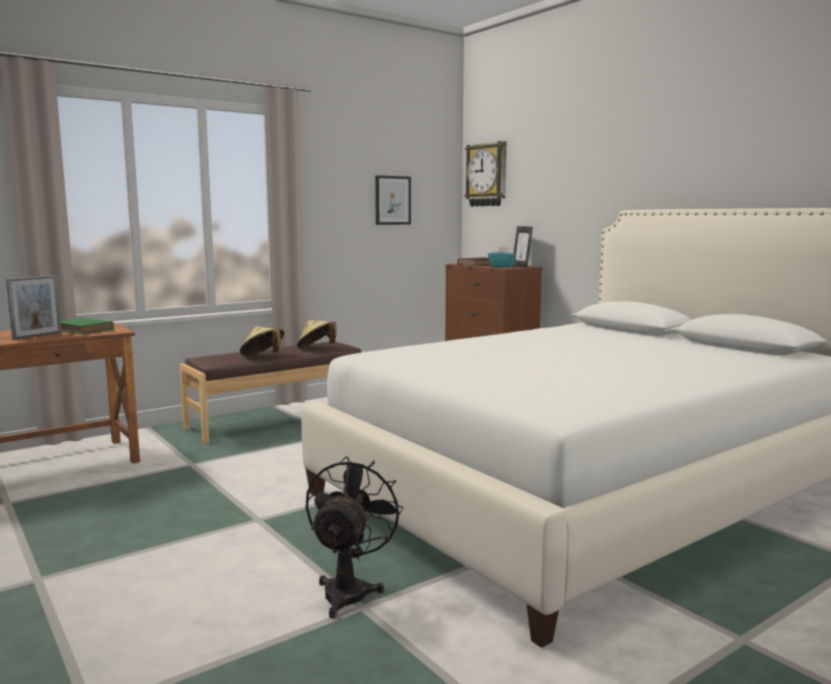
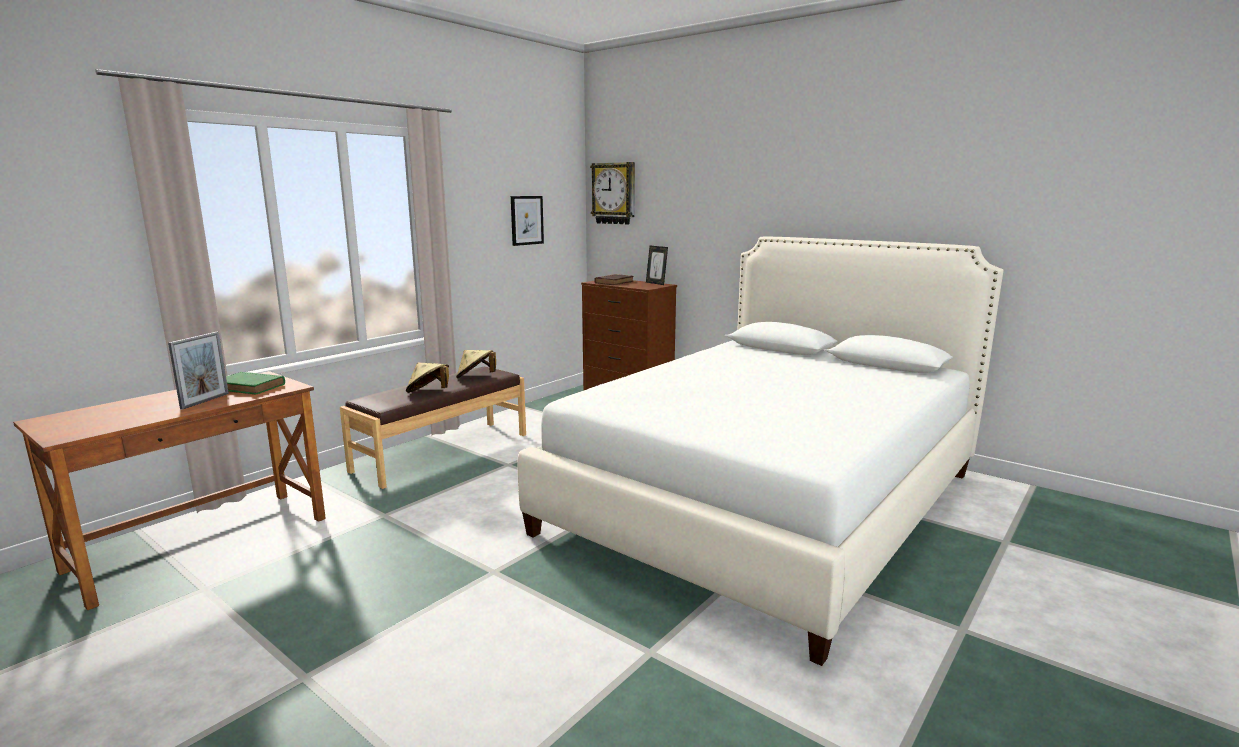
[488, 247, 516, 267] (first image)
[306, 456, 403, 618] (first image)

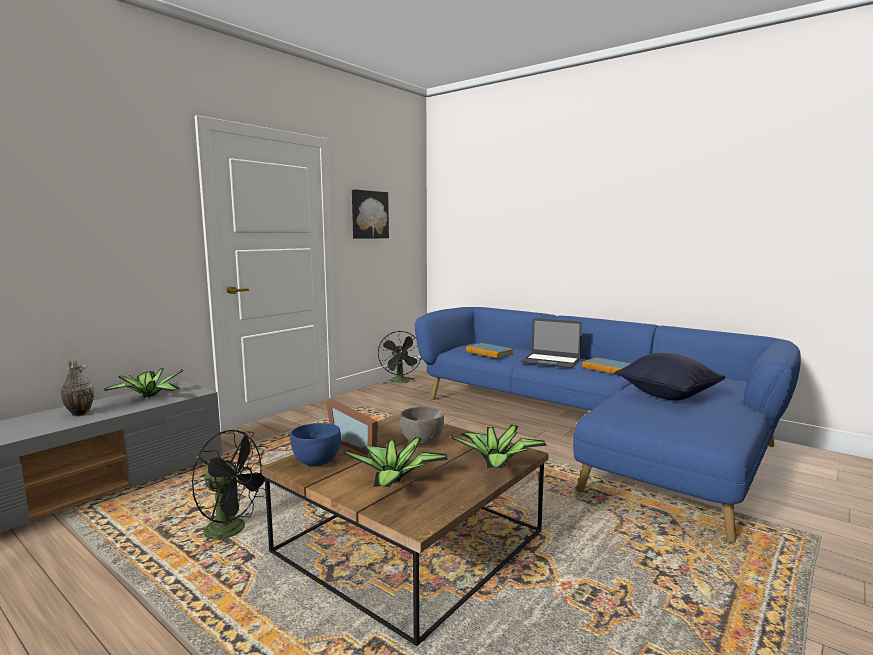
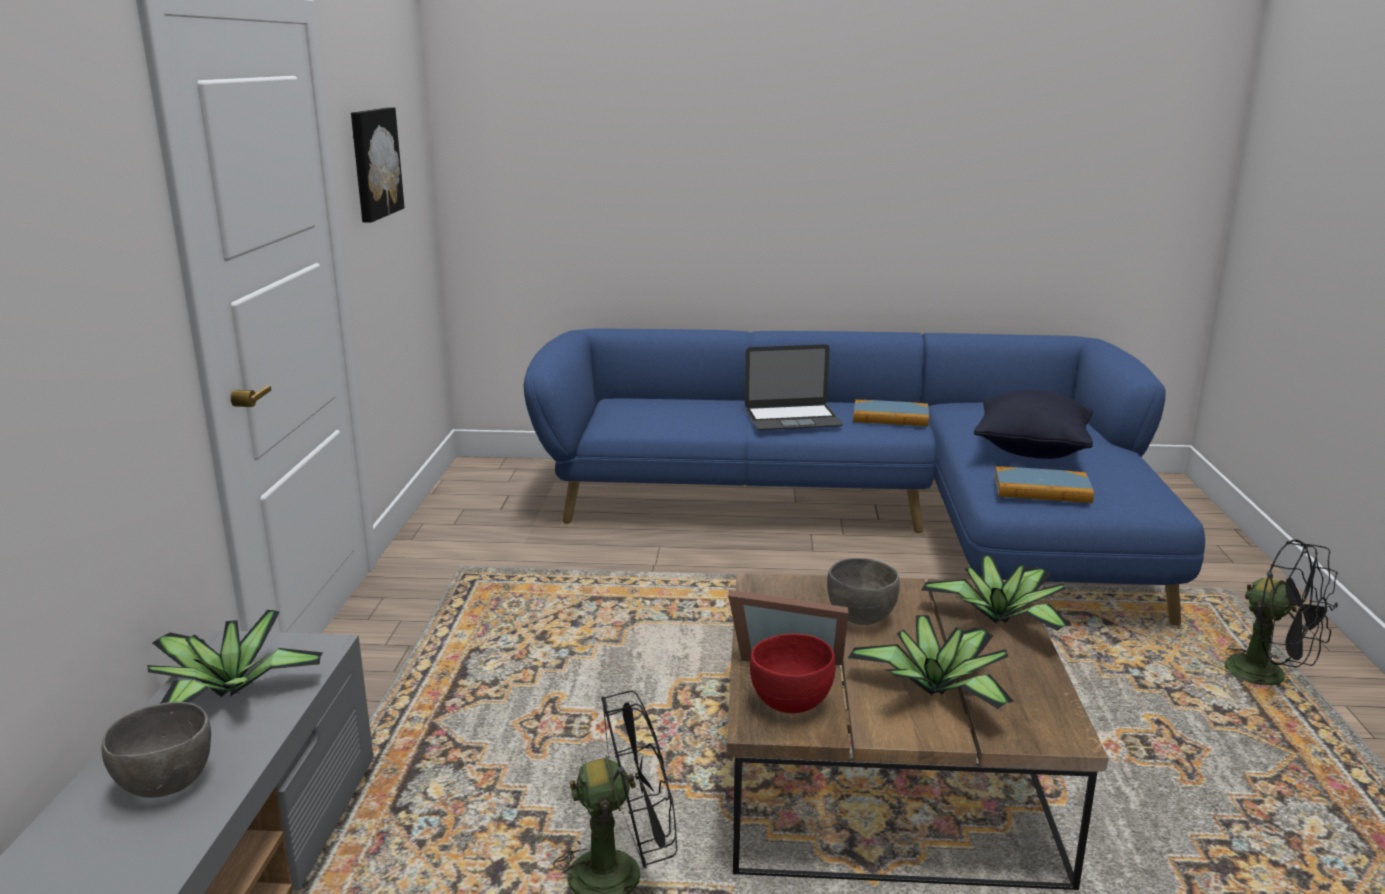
[1225, 539, 1338, 685]
[995, 466, 1094, 503]
[102, 702, 211, 798]
[750, 634, 836, 713]

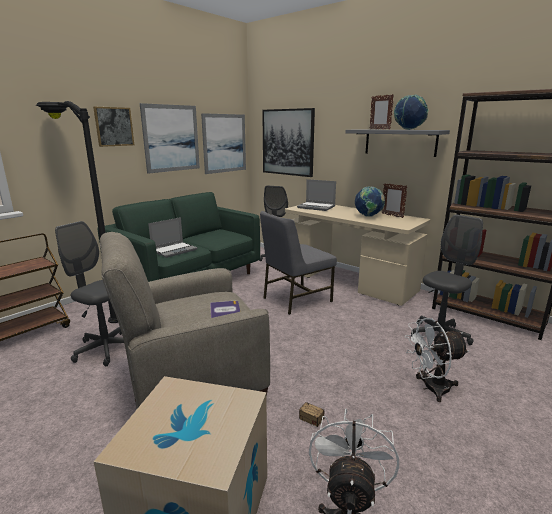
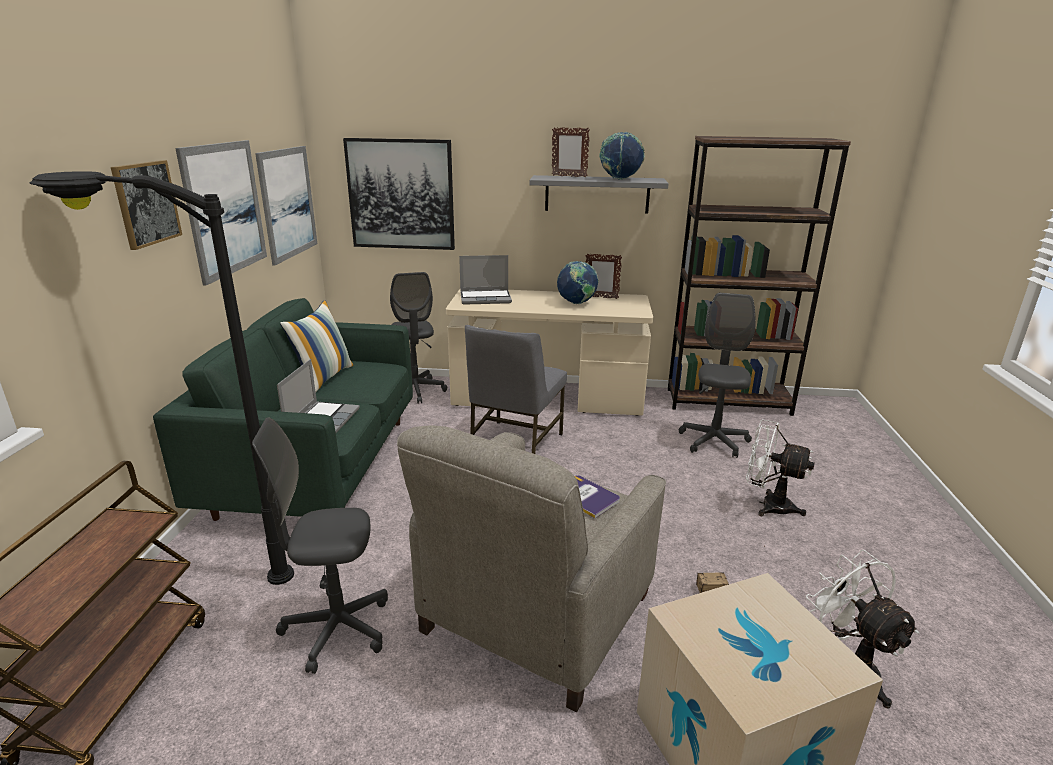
[746, 419, 815, 517]
[280, 300, 354, 392]

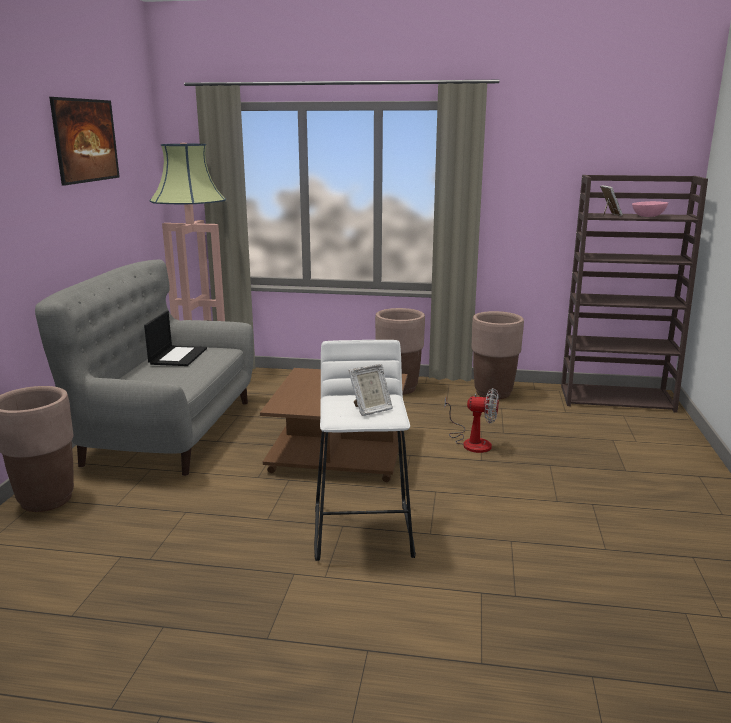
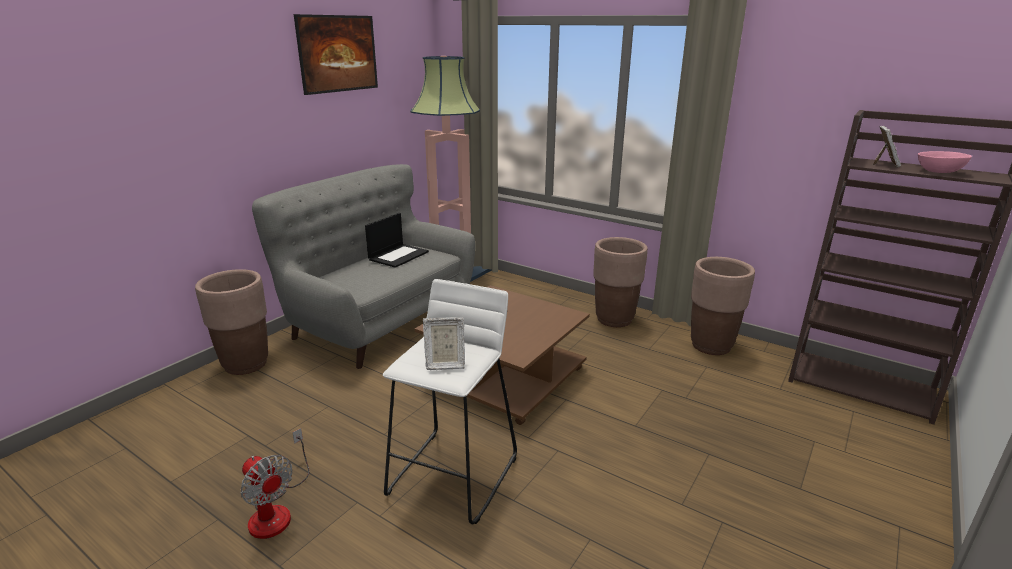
[240, 428, 309, 539]

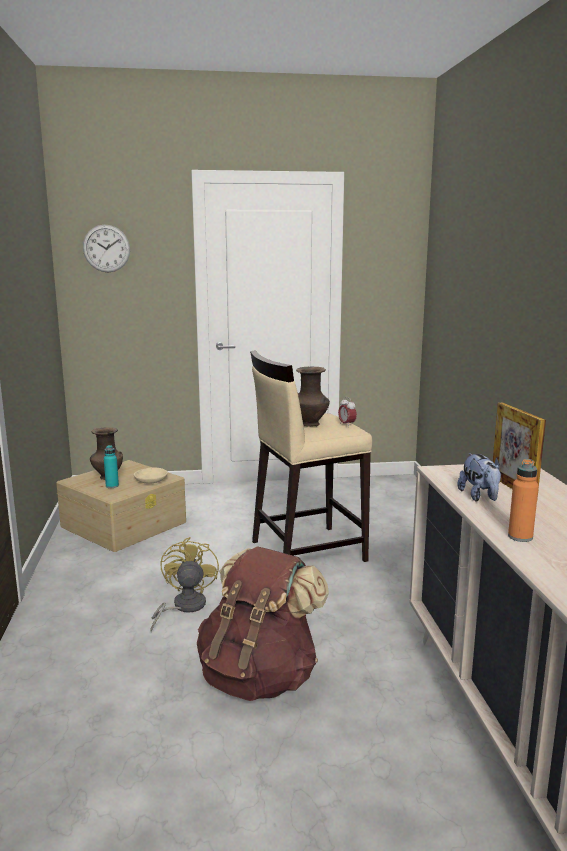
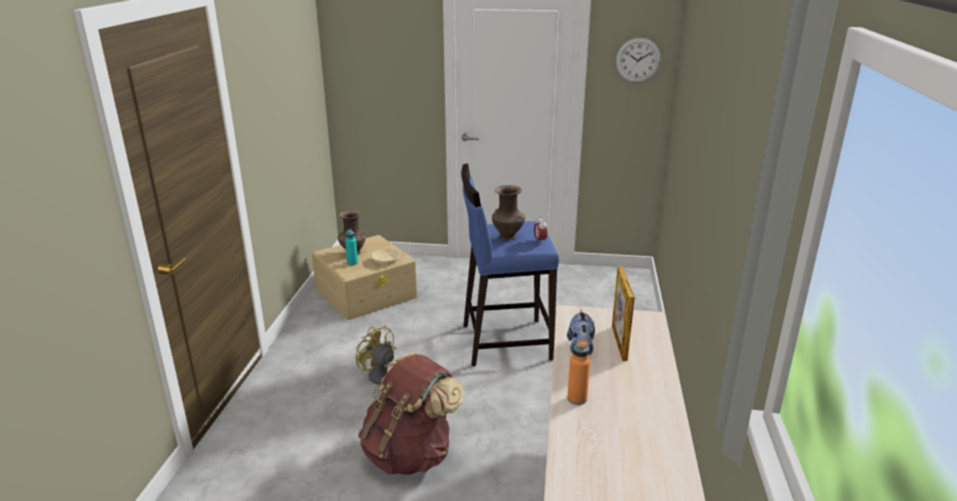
[616, 38, 661, 83]
[461, 163, 559, 366]
[355, 326, 396, 399]

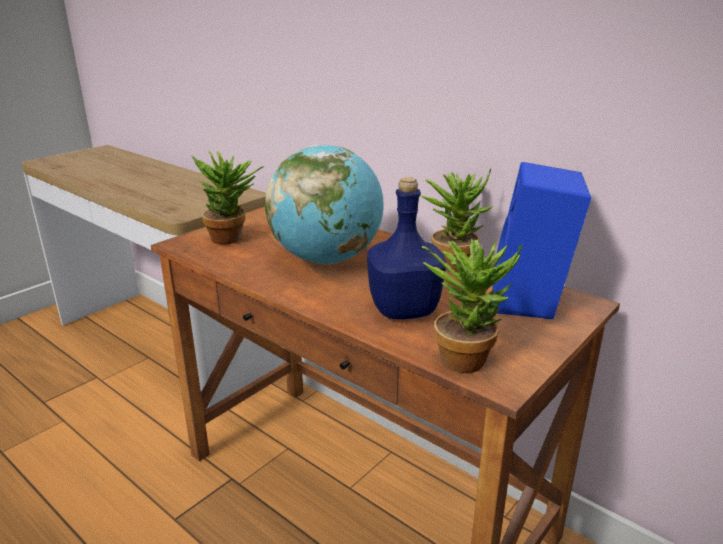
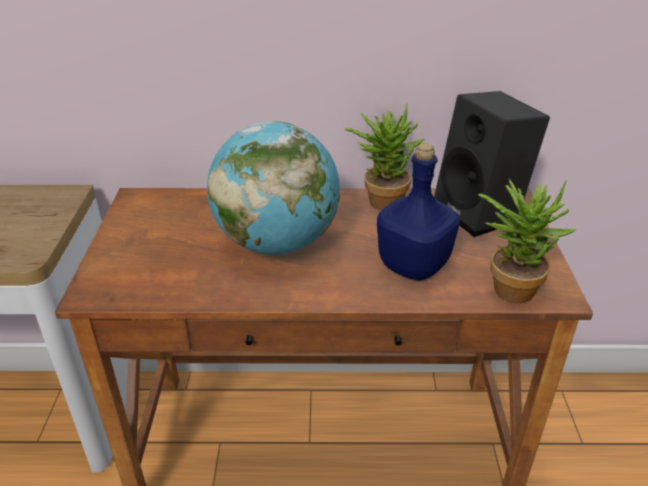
[191, 151, 264, 245] (first image)
[434, 91, 550, 237]

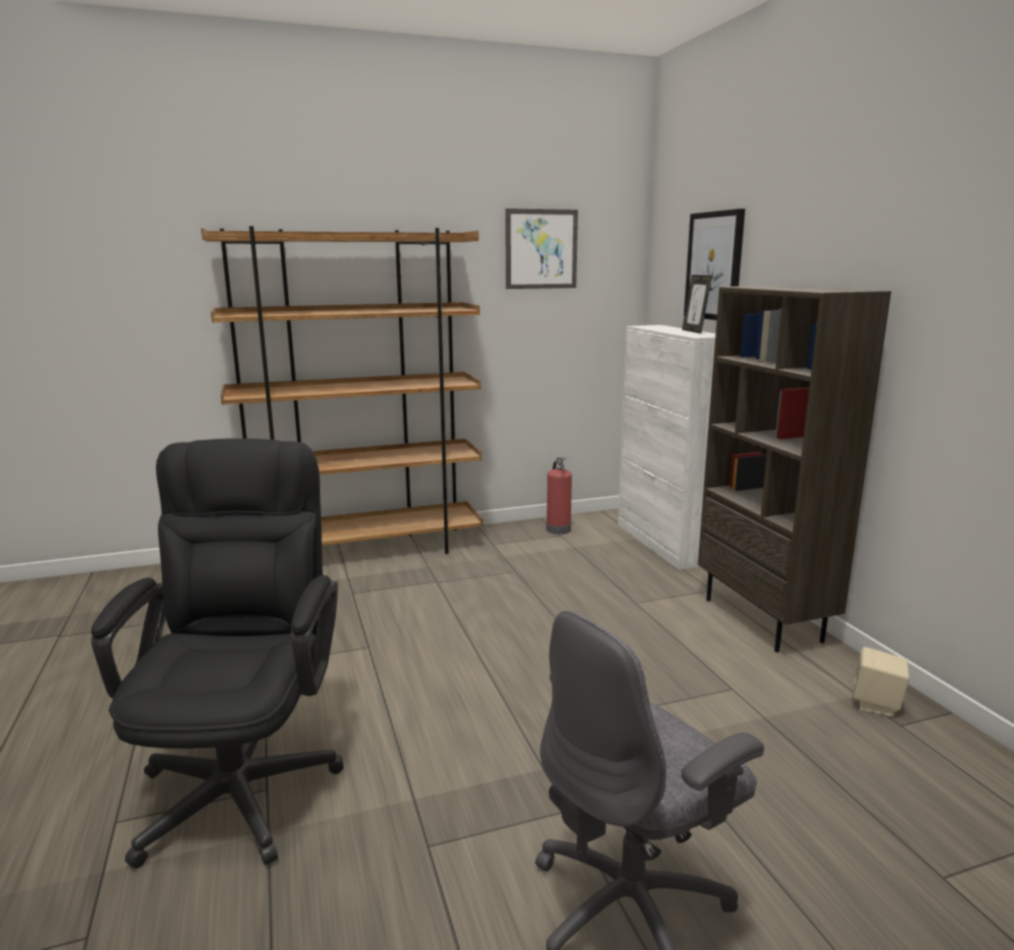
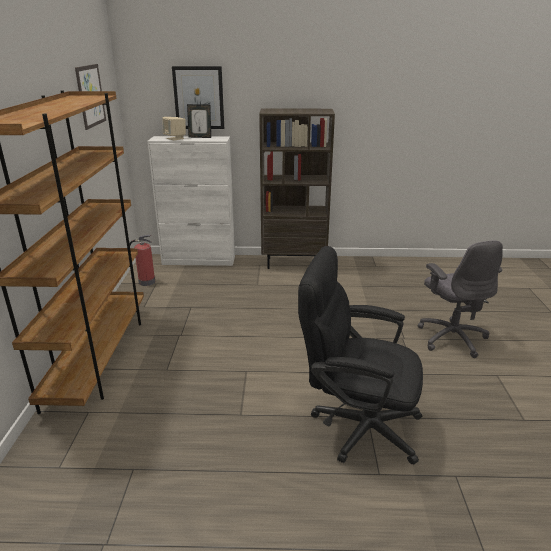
[162, 117, 186, 141]

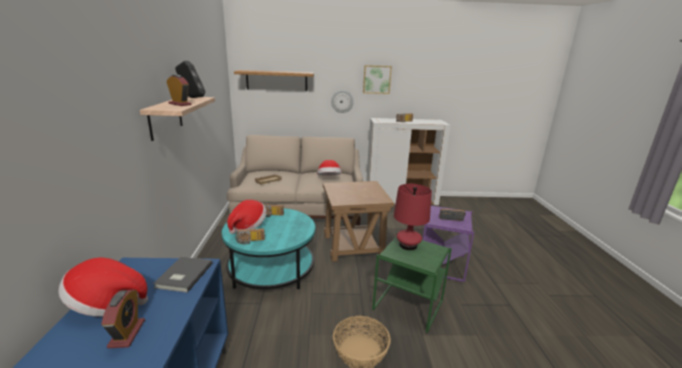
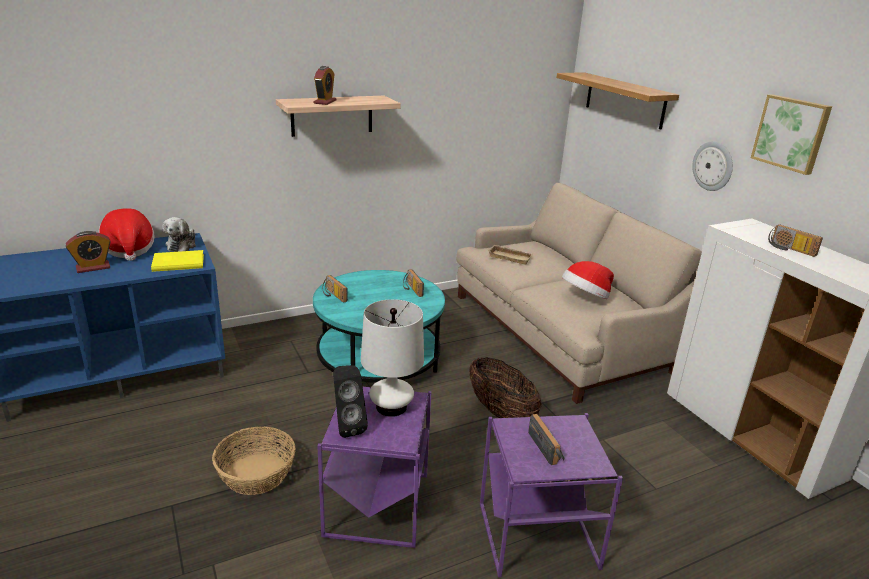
[333, 365, 368, 438]
[469, 357, 542, 418]
[361, 299, 424, 417]
[227, 200, 267, 234] (first image)
[317, 387, 432, 548]
[151, 250, 204, 272]
[163, 217, 196, 252]

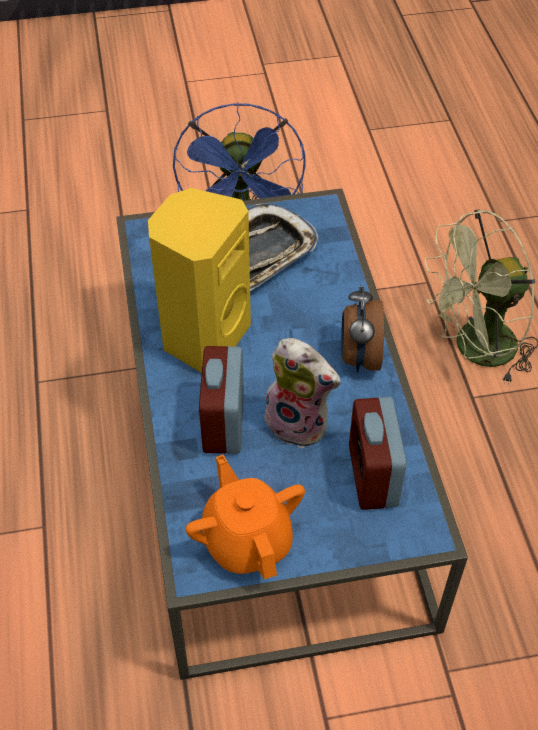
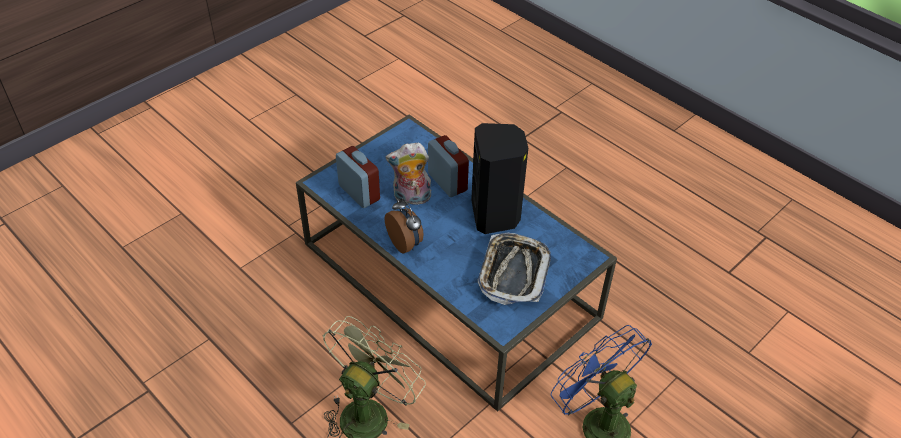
[471, 123, 528, 234]
[186, 455, 305, 579] (first image)

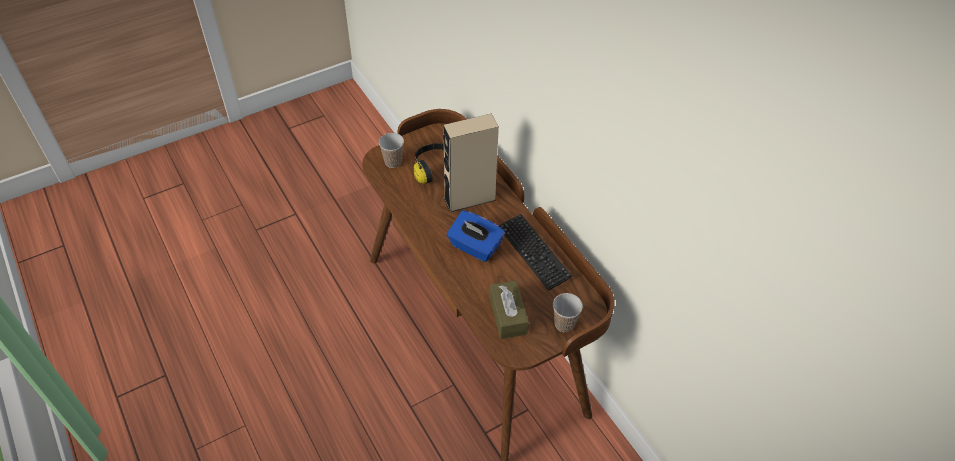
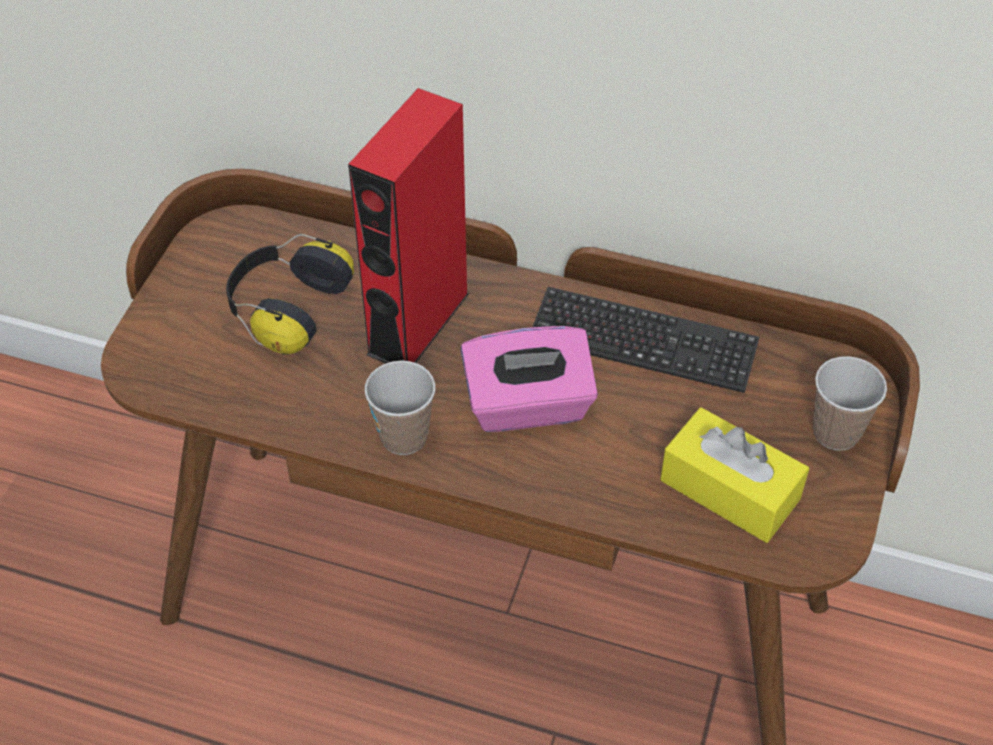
[348, 88, 469, 364]
[365, 360, 436, 455]
[461, 326, 598, 432]
[660, 407, 809, 543]

